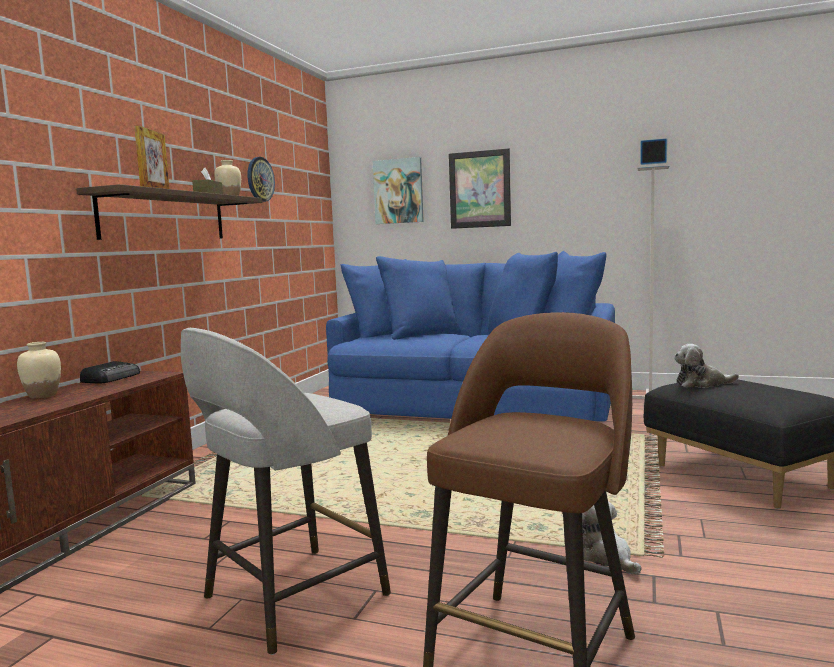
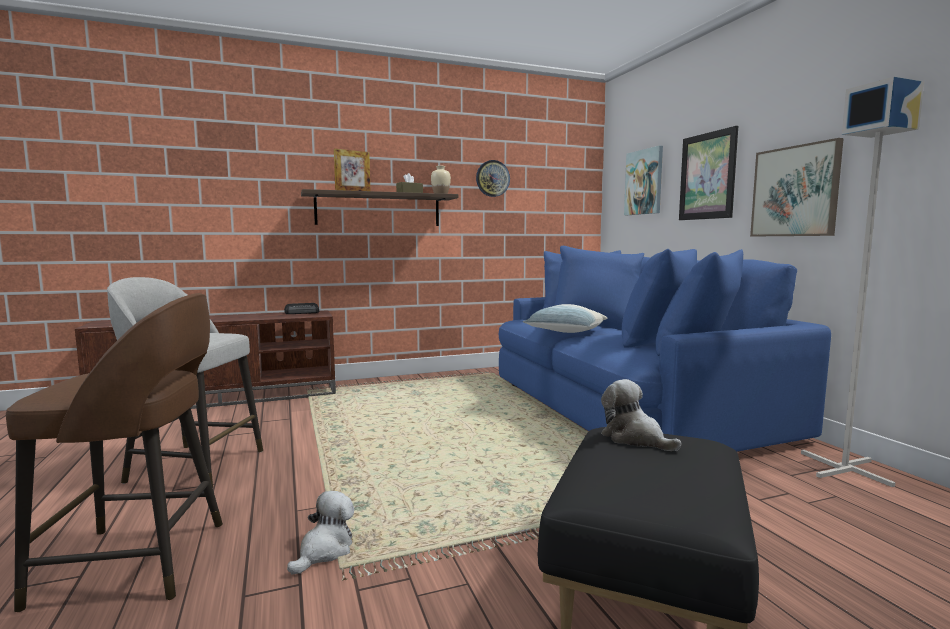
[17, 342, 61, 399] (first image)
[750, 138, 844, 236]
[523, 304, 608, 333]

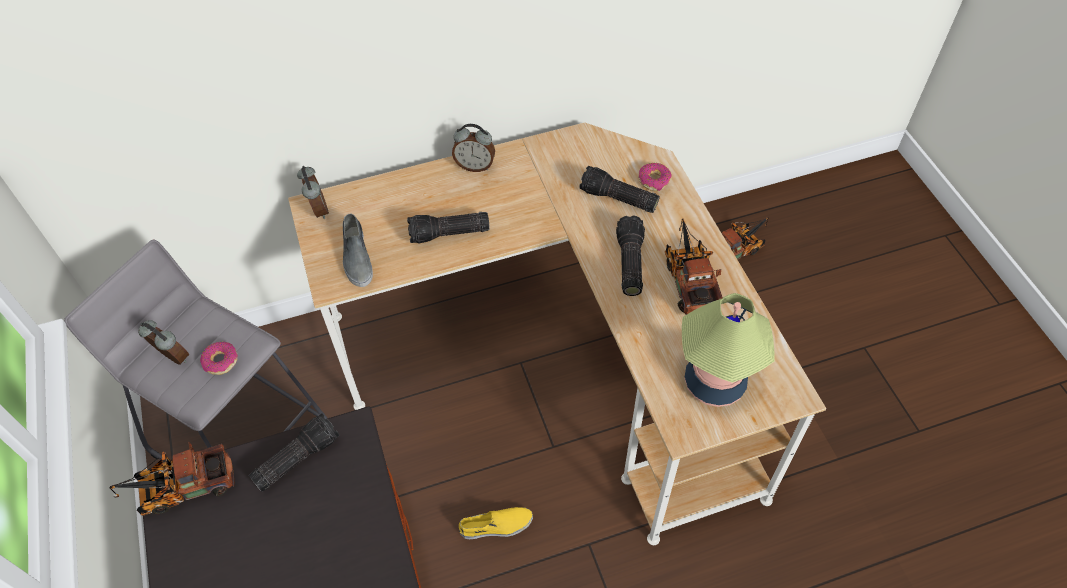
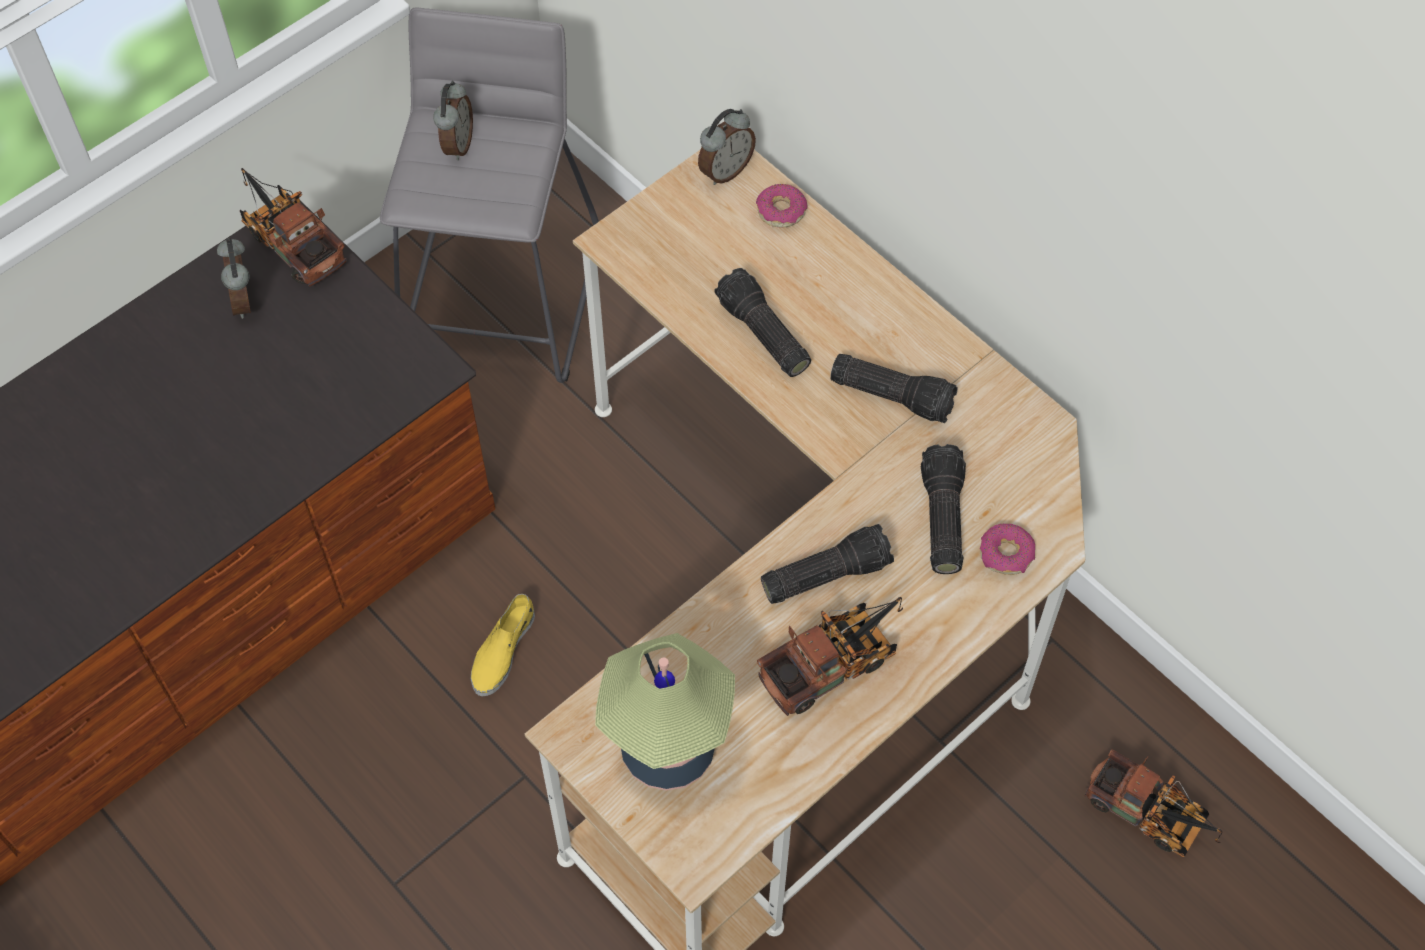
[217, 238, 251, 319]
[343, 214, 373, 287] (first image)
[756, 184, 808, 228]
[830, 354, 958, 423]
[471, 594, 535, 696]

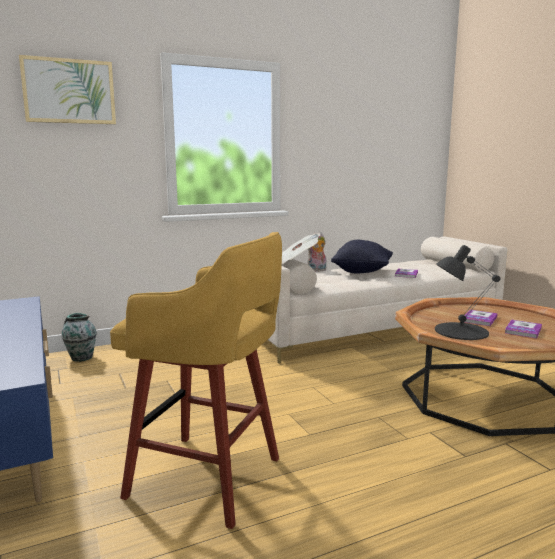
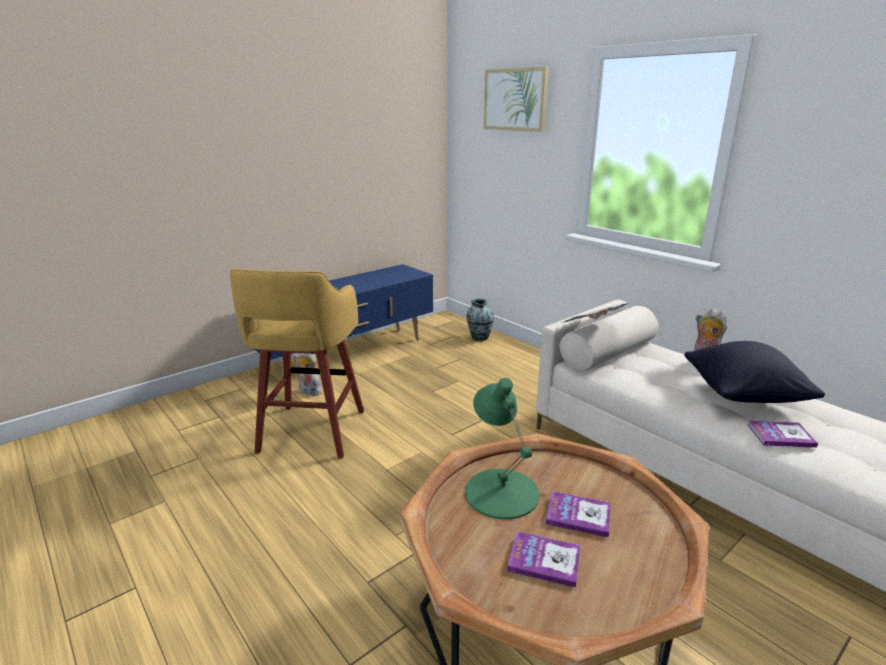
[465, 378, 540, 519]
[293, 353, 323, 396]

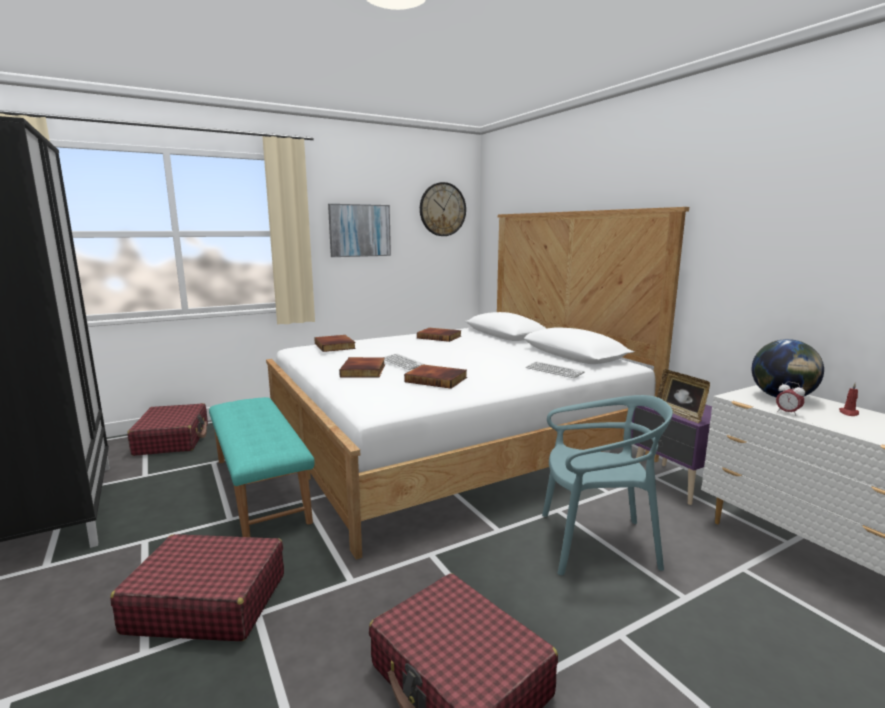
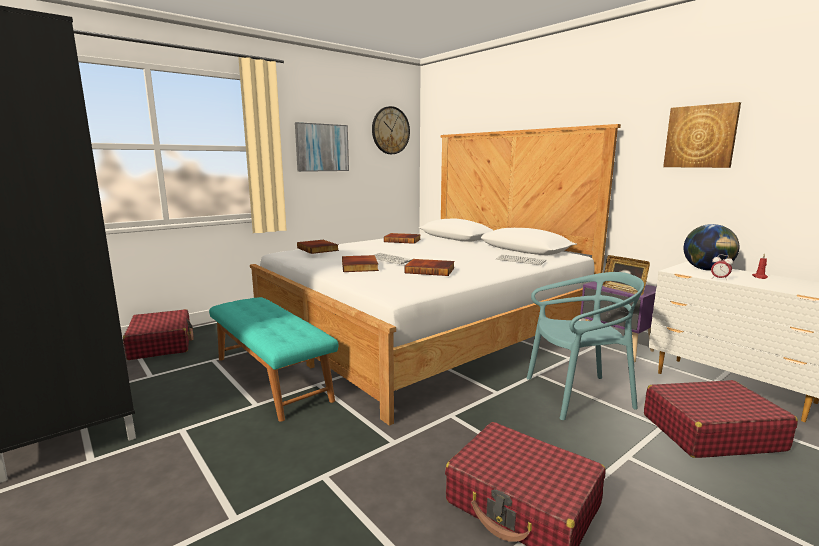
[644, 380, 798, 458]
[663, 102, 741, 168]

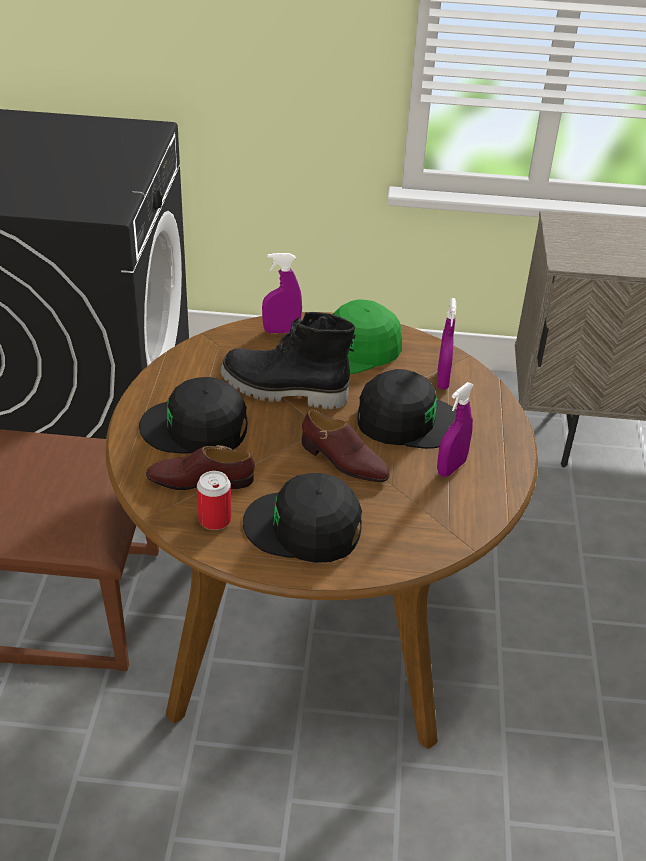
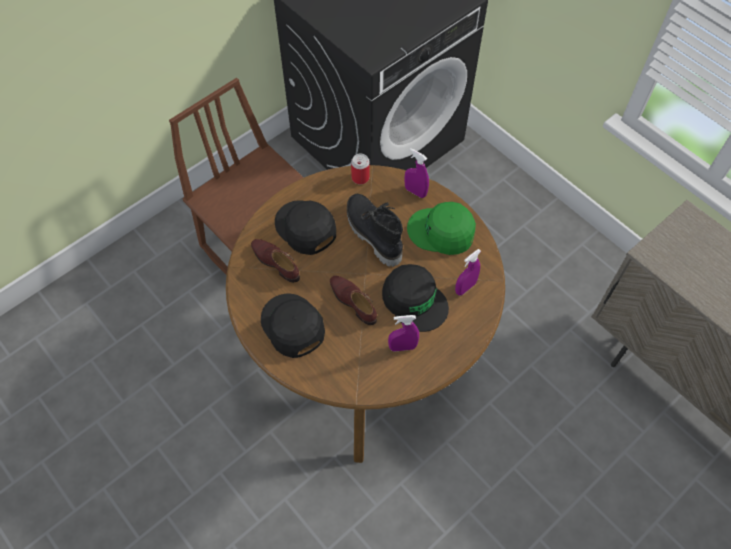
[330, 276, 377, 325]
[351, 154, 370, 185]

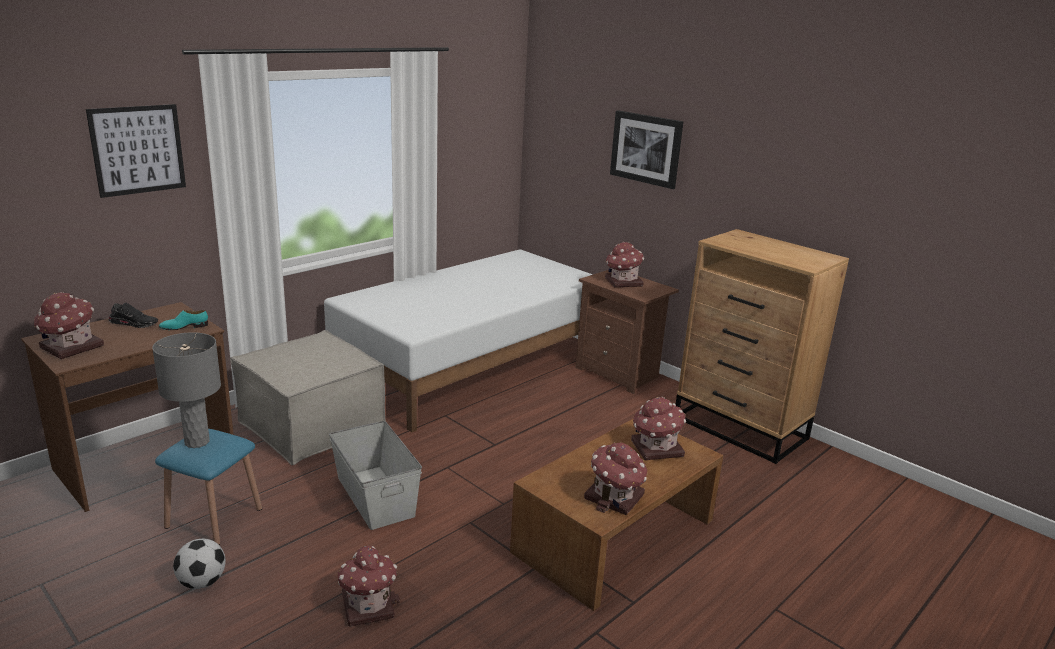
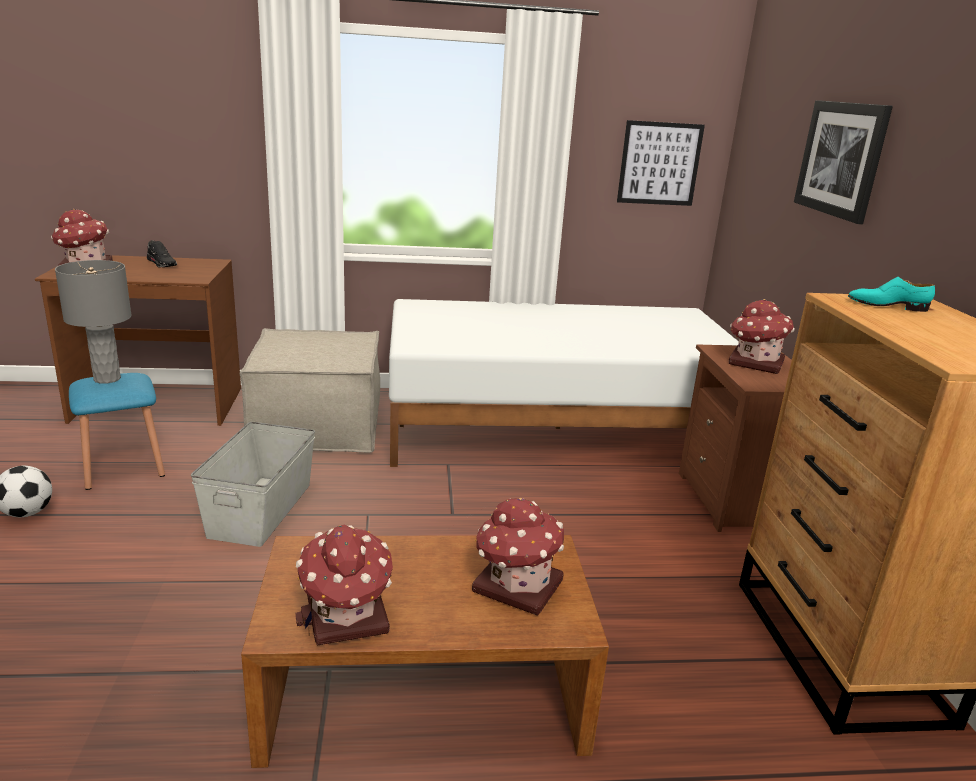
[617, 120, 705, 206]
[848, 277, 935, 312]
[338, 546, 400, 627] (first image)

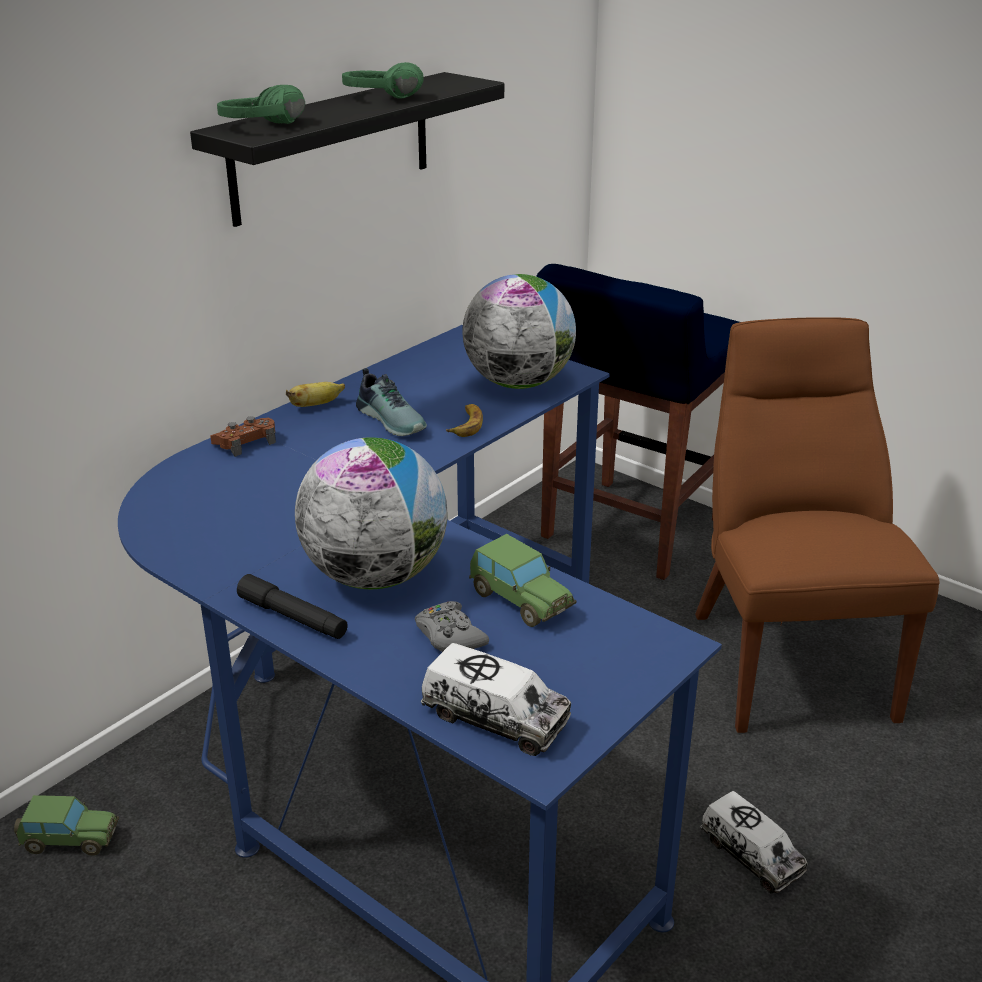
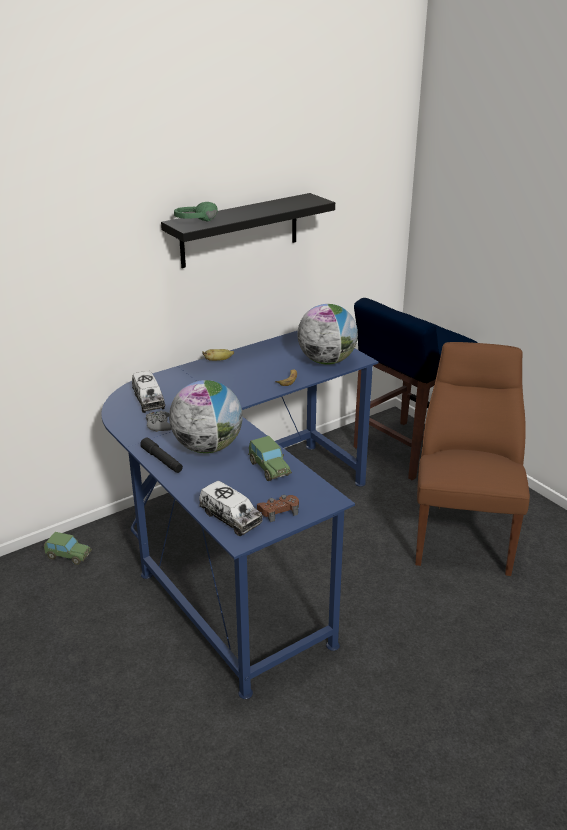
[342, 62, 424, 99] (first image)
[356, 368, 427, 436] (first image)
[257, 495, 299, 522]
[146, 411, 172, 432]
[132, 371, 165, 413]

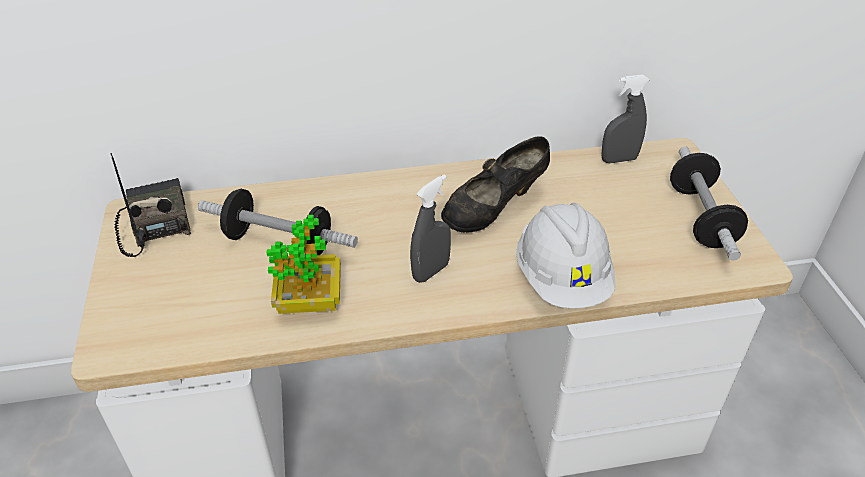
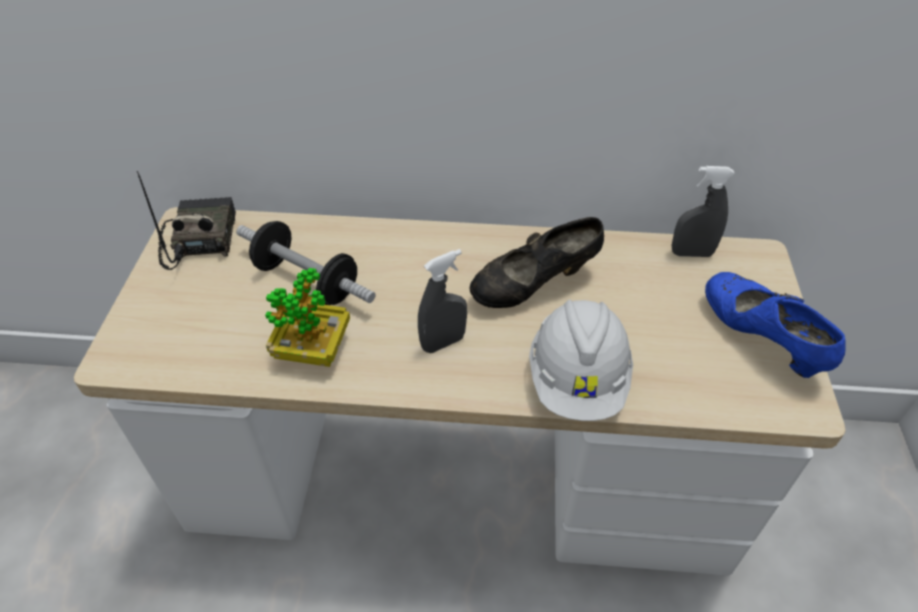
[705, 272, 846, 378]

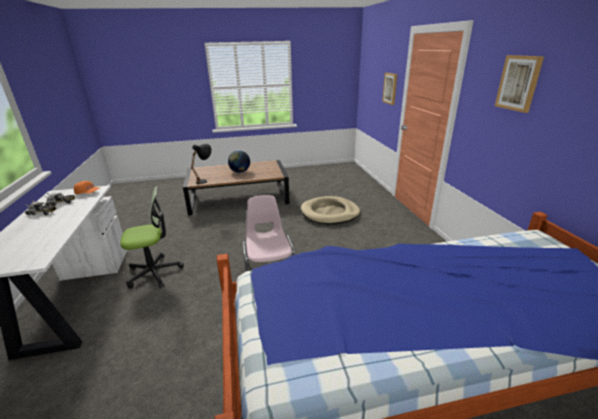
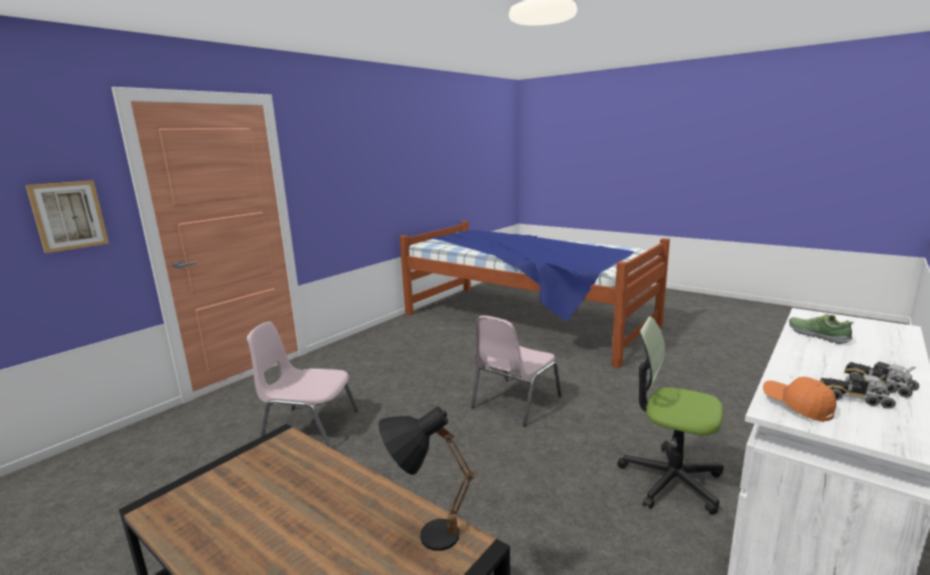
[495, 55, 544, 113] (first image)
[228, 150, 250, 173] (first image)
[247, 321, 358, 448]
[789, 314, 854, 344]

